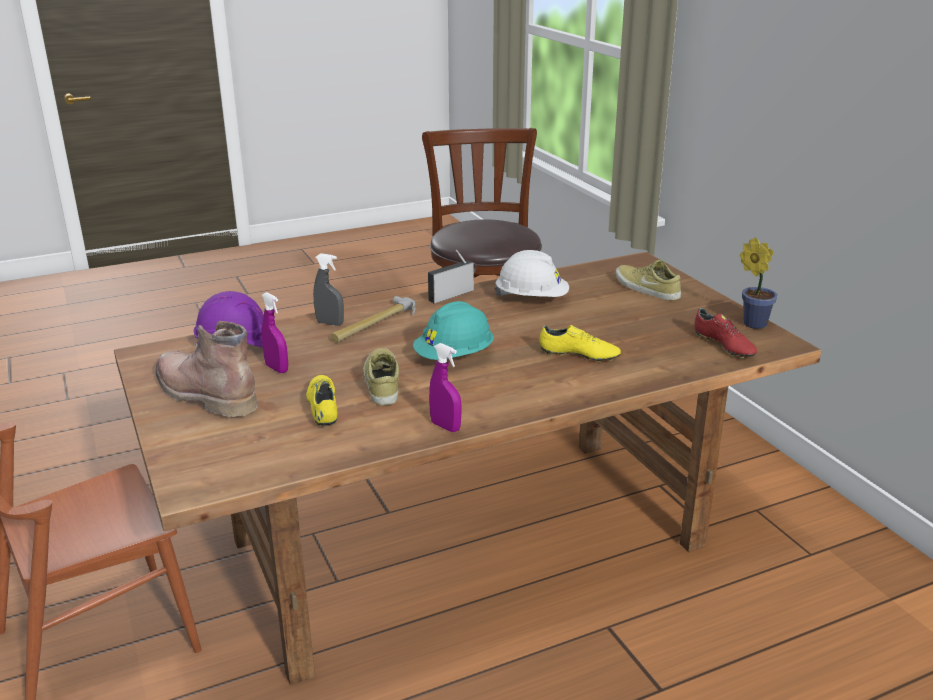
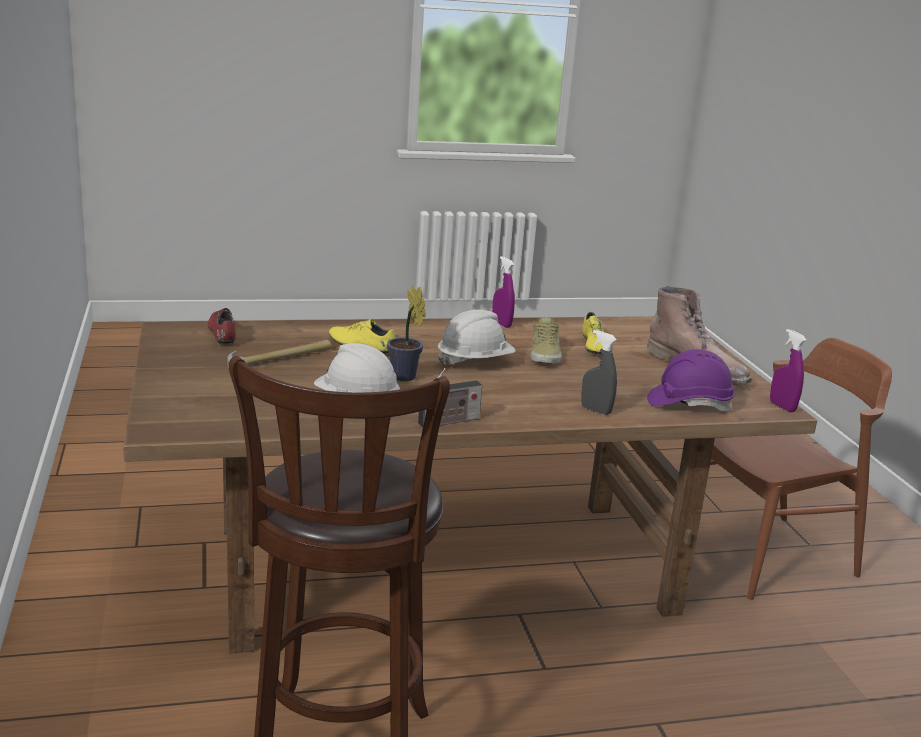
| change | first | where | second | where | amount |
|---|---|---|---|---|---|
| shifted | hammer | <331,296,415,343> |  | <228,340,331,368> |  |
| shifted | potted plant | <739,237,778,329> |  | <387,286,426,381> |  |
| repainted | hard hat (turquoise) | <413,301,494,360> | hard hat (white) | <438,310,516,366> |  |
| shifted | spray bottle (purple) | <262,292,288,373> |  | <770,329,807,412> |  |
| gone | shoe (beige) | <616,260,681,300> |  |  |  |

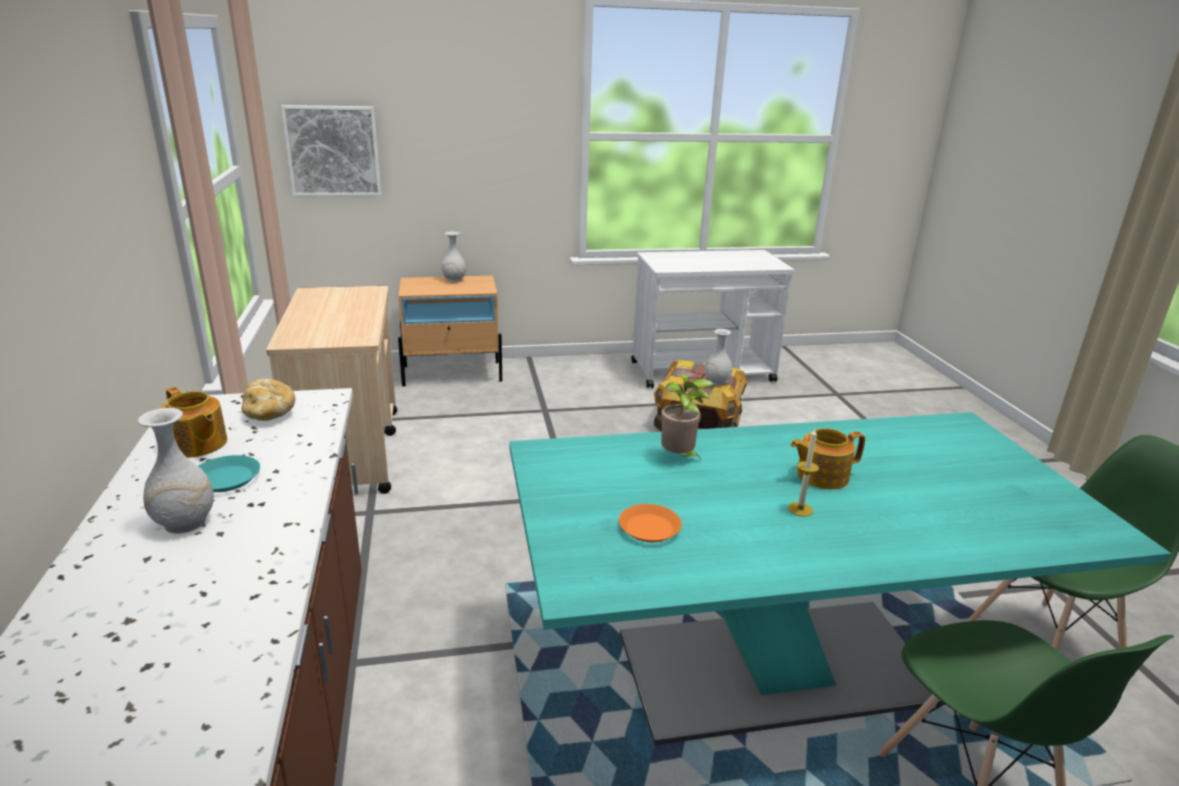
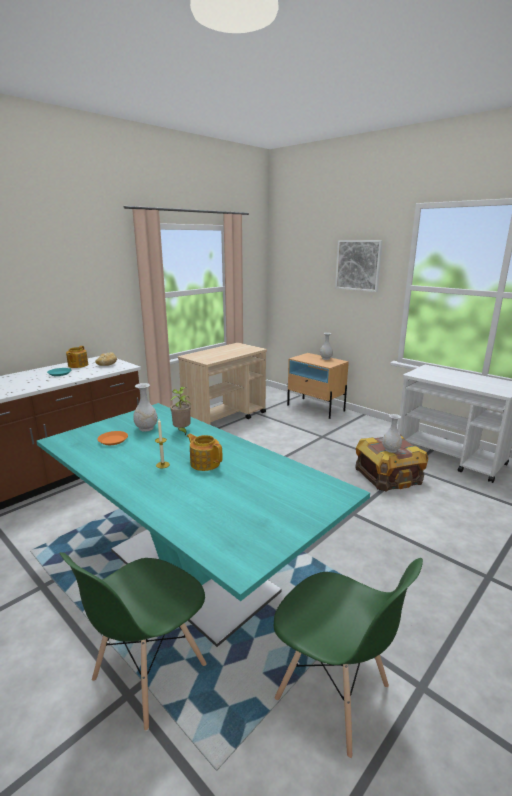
| change | first | where | second | where | amount |
|---|---|---|---|---|---|
| shifted | vase (white) | <138,408,214,534> |  | <133,383,158,432> |  |
| shifted | picture | <281,105,382,197> |  | <335,240,383,292> |  |

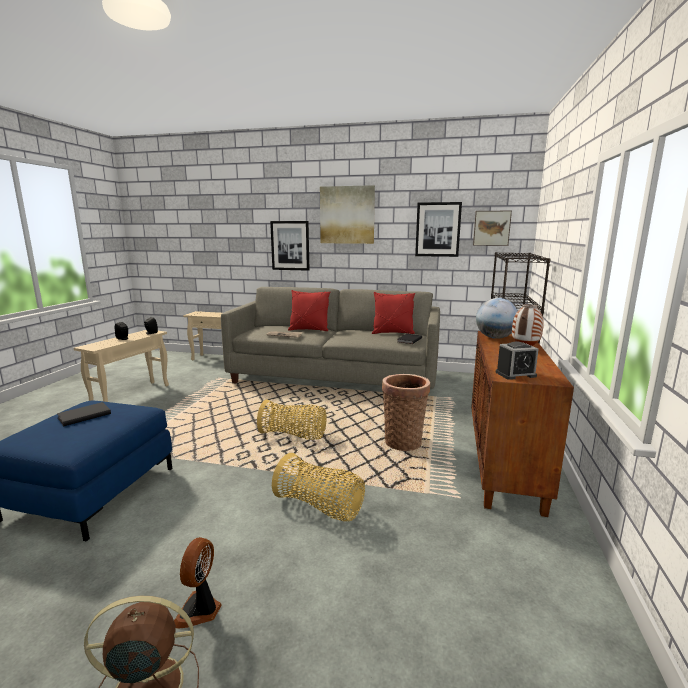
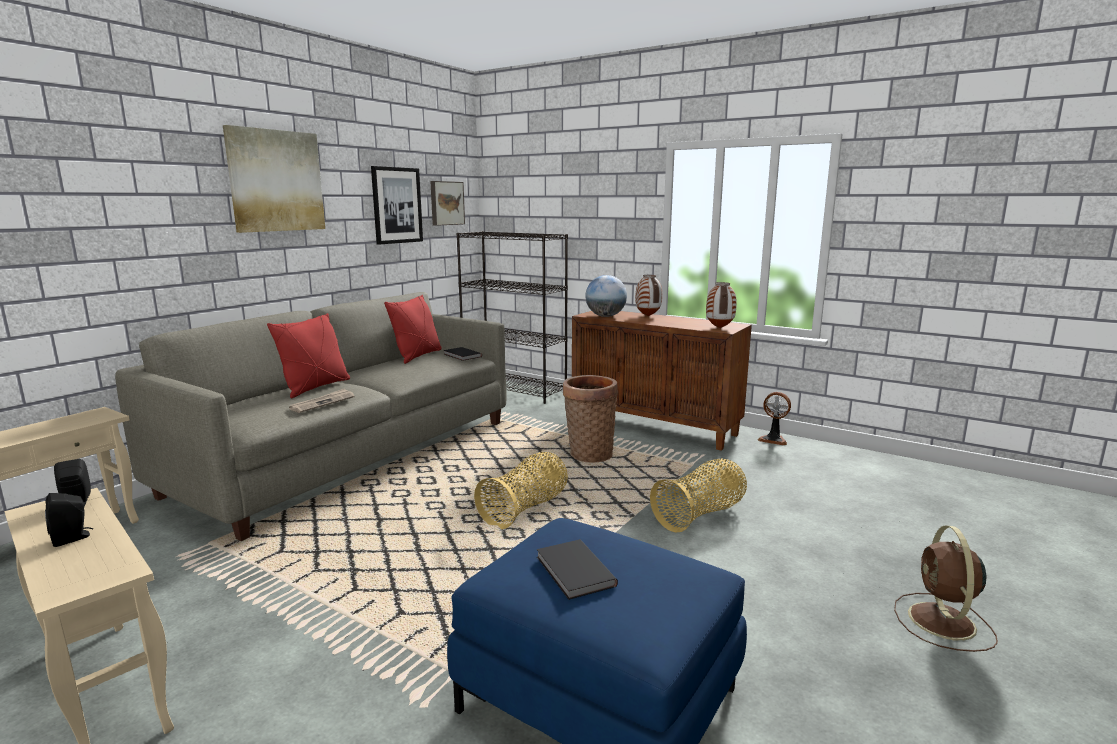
| change | first | where | second | where | amount |
|---|---|---|---|---|---|
| swapped | alarm clock | <496,342,538,380> | vase | <706,282,737,328> |  |
| shifted | fan | <174,537,222,629> |  | <758,392,791,445> |  |
| gone | picture | <270,221,310,271> |  |  |  |

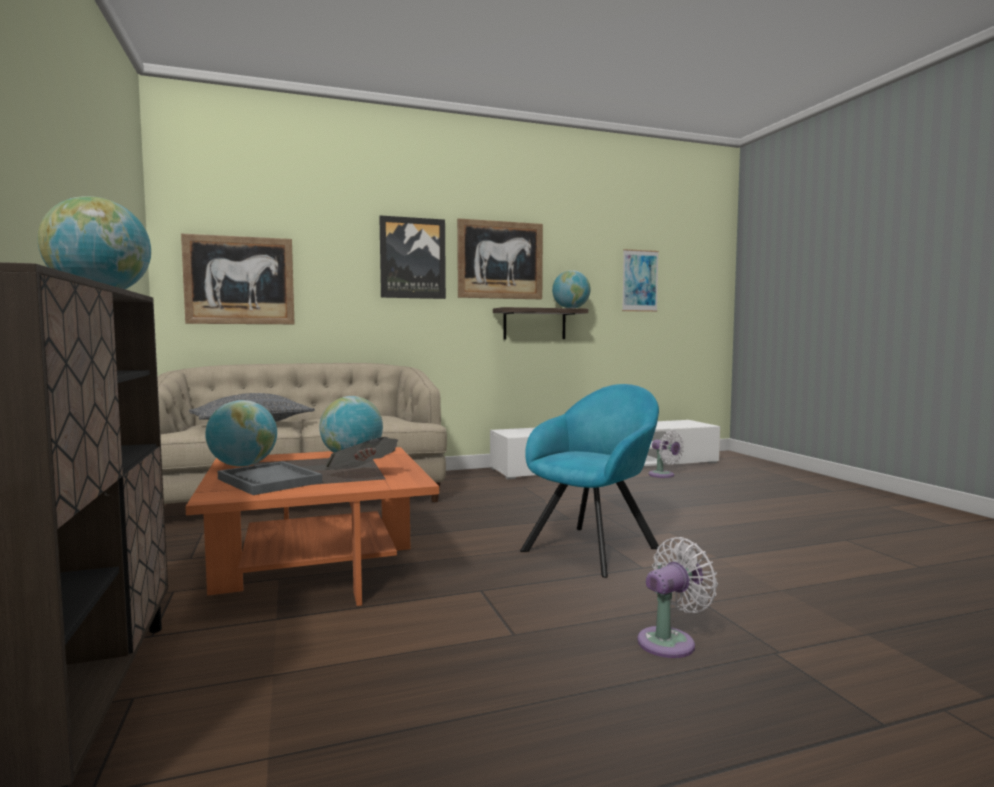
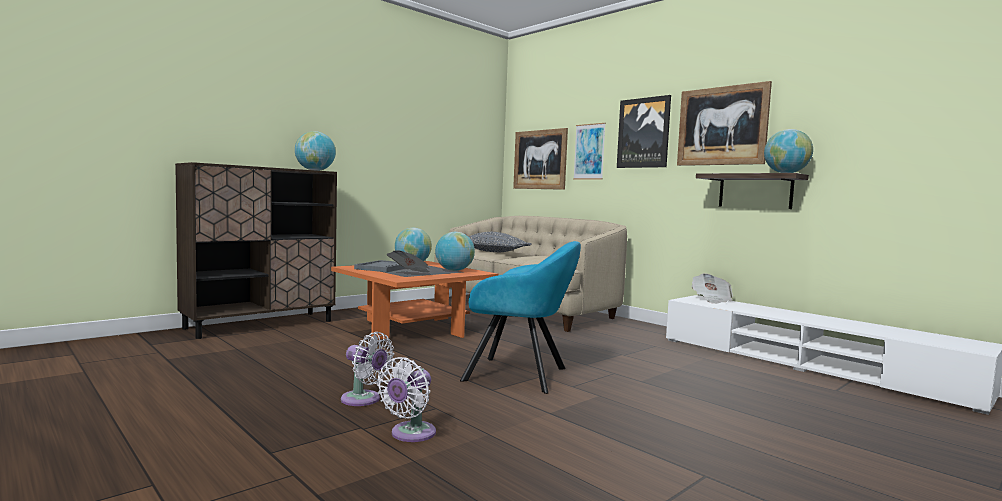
| change | first | where | second | where | amount |
|---|---|---|---|---|---|
| shifted | fan (white) | <649,430,684,478> |  | <377,357,436,442> |  |
| shifted | picture | <622,249,659,312> |  | <573,123,606,180> |  |
| new |  |  | newspaper | <691,273,733,304> |  |

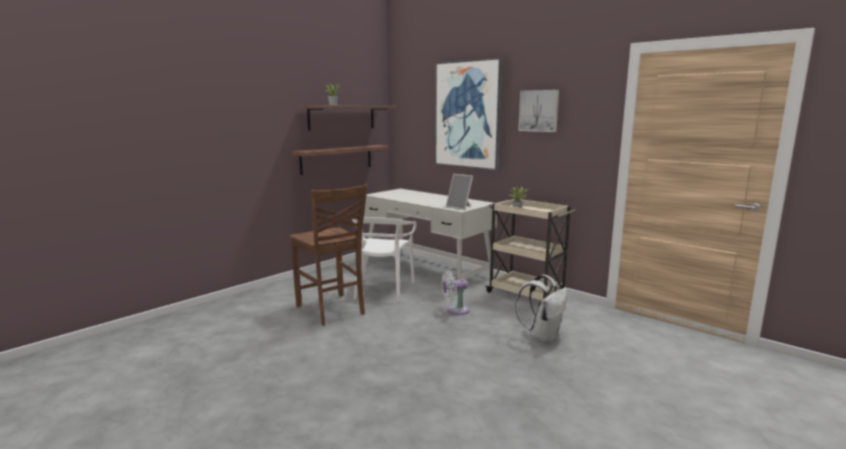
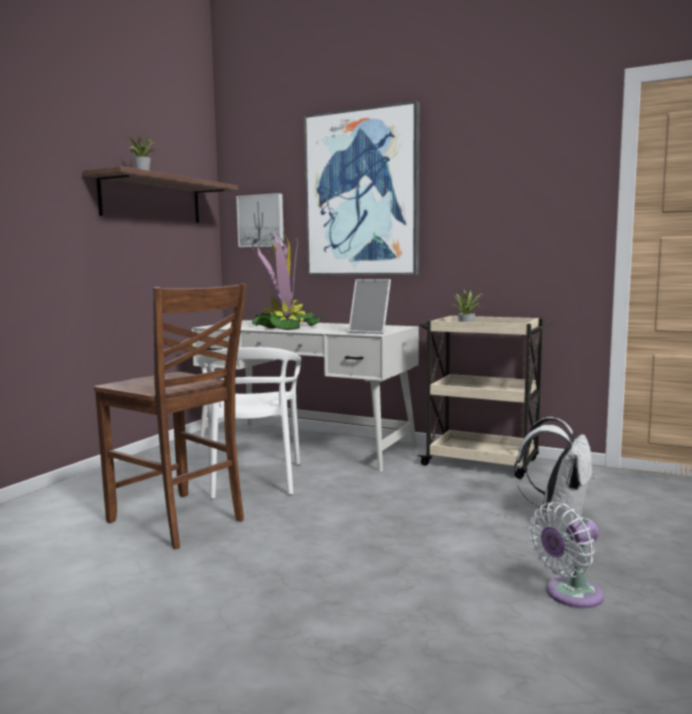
| change | first | where | second | where | amount |
|---|---|---|---|---|---|
| shifted | picture | <518,90,559,132> |  | <236,193,284,247> |  |
| new |  |  | potted plant | <252,233,323,330> |  |
| shifted | fan (white) | <441,271,470,315> |  | <529,502,604,608> |  |
| gone | shelf | <291,145,389,175> |  |  |  |

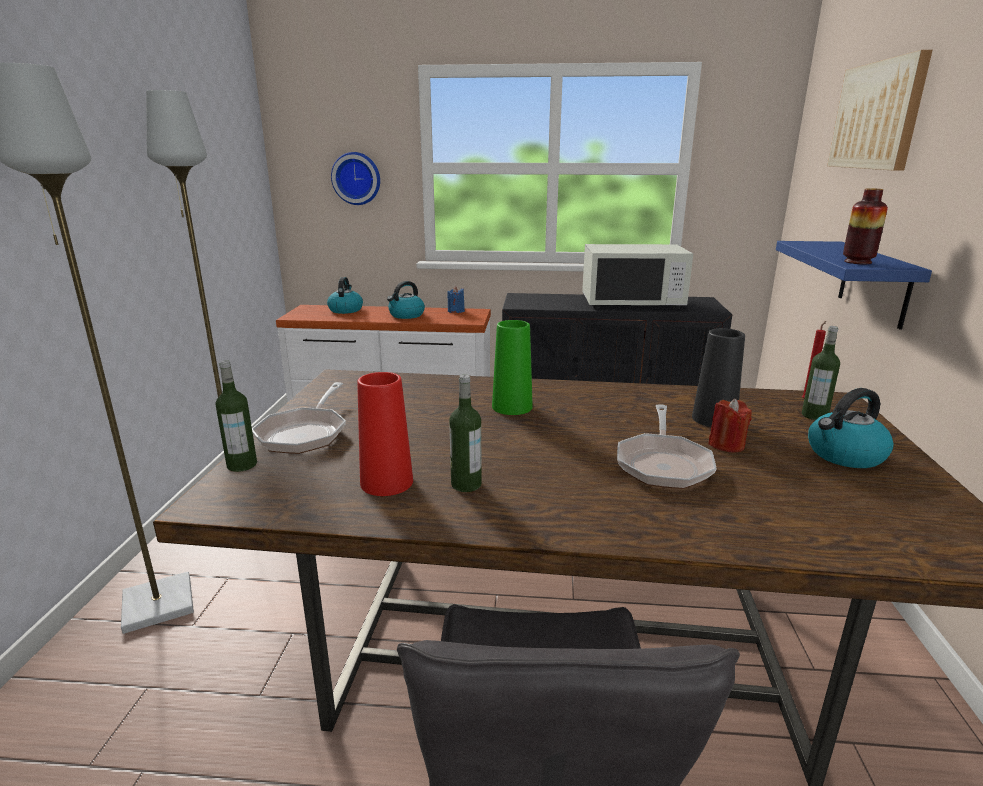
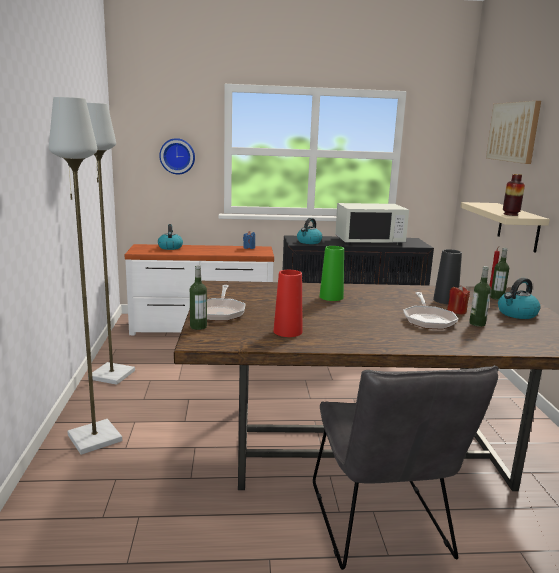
| change | first | where | second | where | amount |
|---|---|---|---|---|---|
| shifted | kettle | <387,281,425,319> |  | <297,218,322,244> |  |
| repainted | shelf (blue) | <776,241,932,329> | shelf (beige) | <460,202,550,252> |  |
| shifted | bottle | <449,375,482,492> |  | <469,266,491,327> |  |

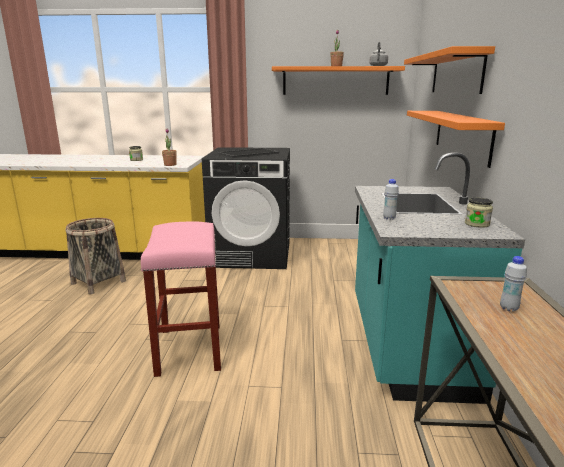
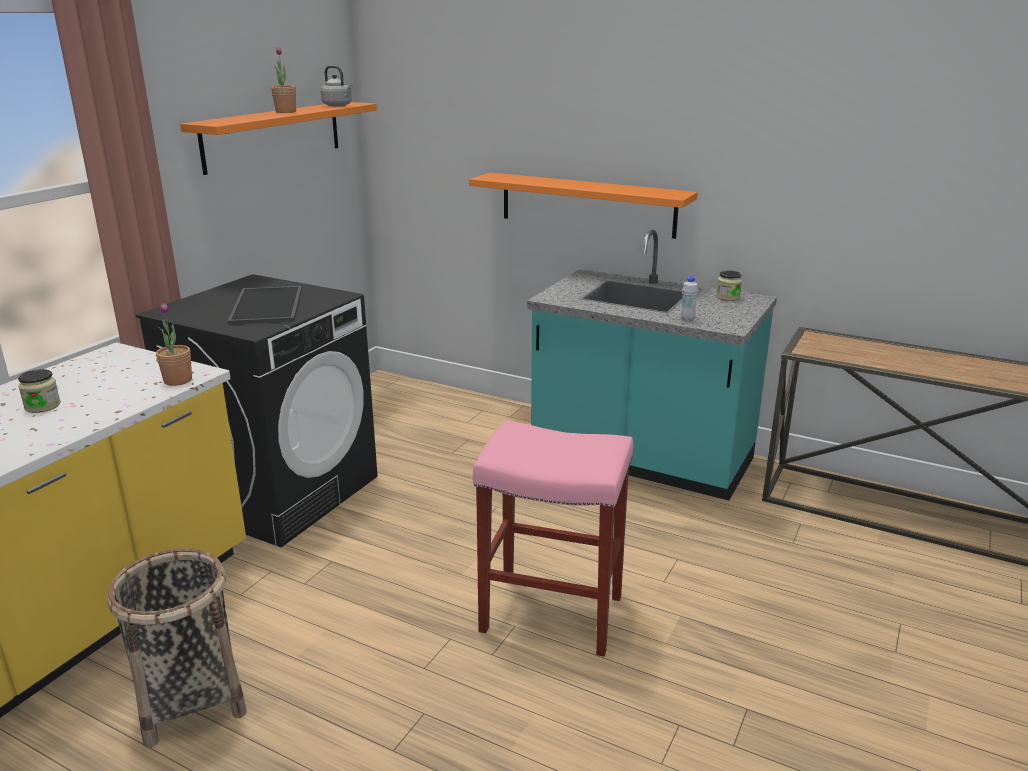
| change | first | where | second | where | amount |
|---|---|---|---|---|---|
| gone | shelf (orange) | <404,46,495,94> |  |  |  |
| gone | bottle (white) | <500,256,527,312> |  |  |  |

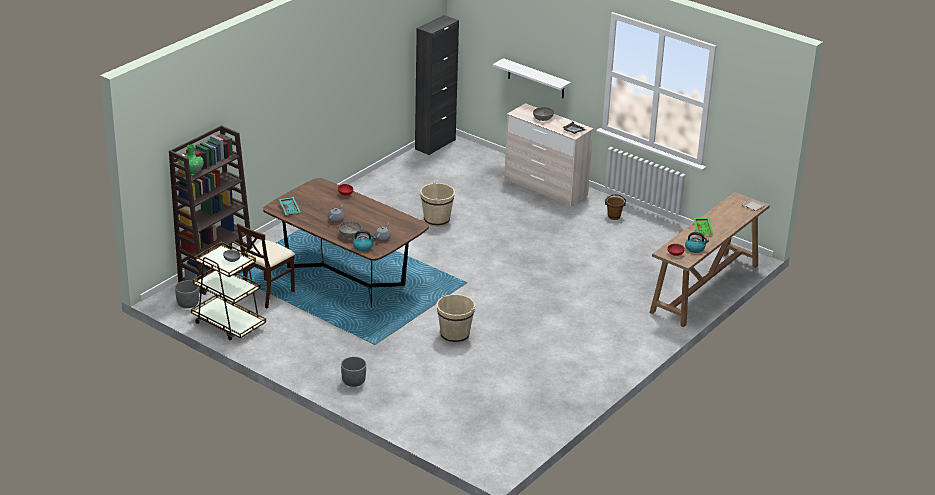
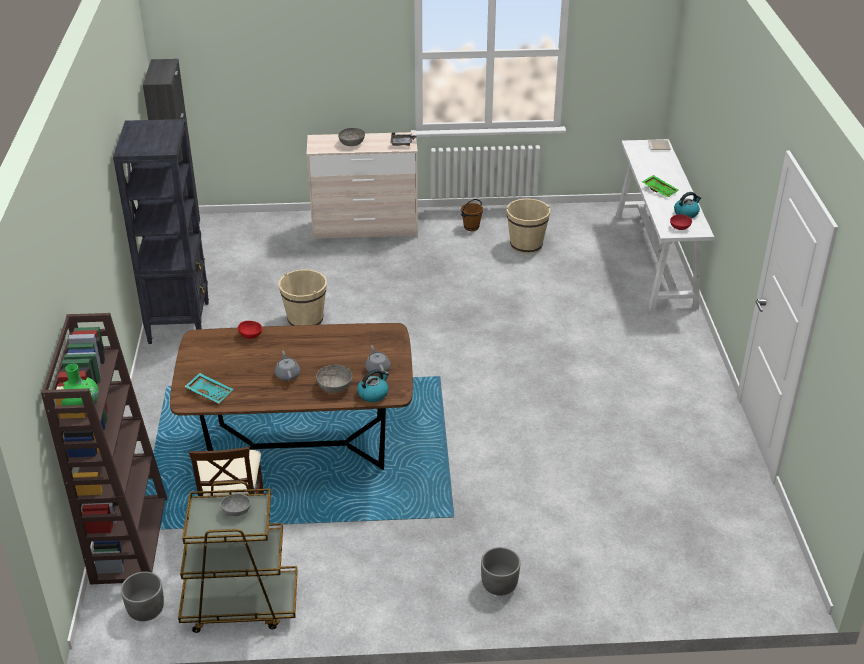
| change | first | where | second | where | amount |
|---|---|---|---|---|---|
| new |  |  | bookcase (black) | <113,119,209,344> |  |
| shifted | bucket (beige) | <437,294,475,343> |  | <506,198,550,254> |  |
| repainted | console table (brown) | <650,192,770,327> | console table (white) | <616,139,714,311> |  |
| gone | shelf (white) | <493,58,571,98> |  |  |  |

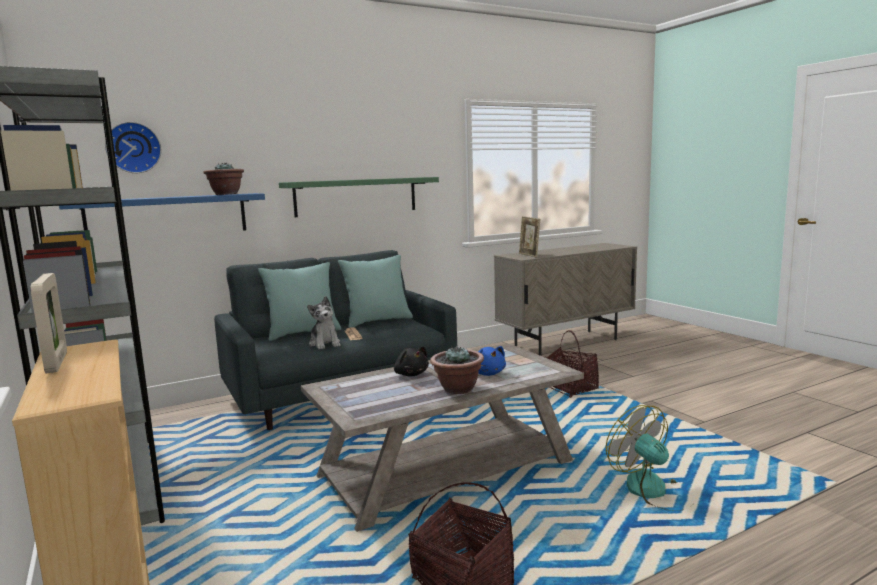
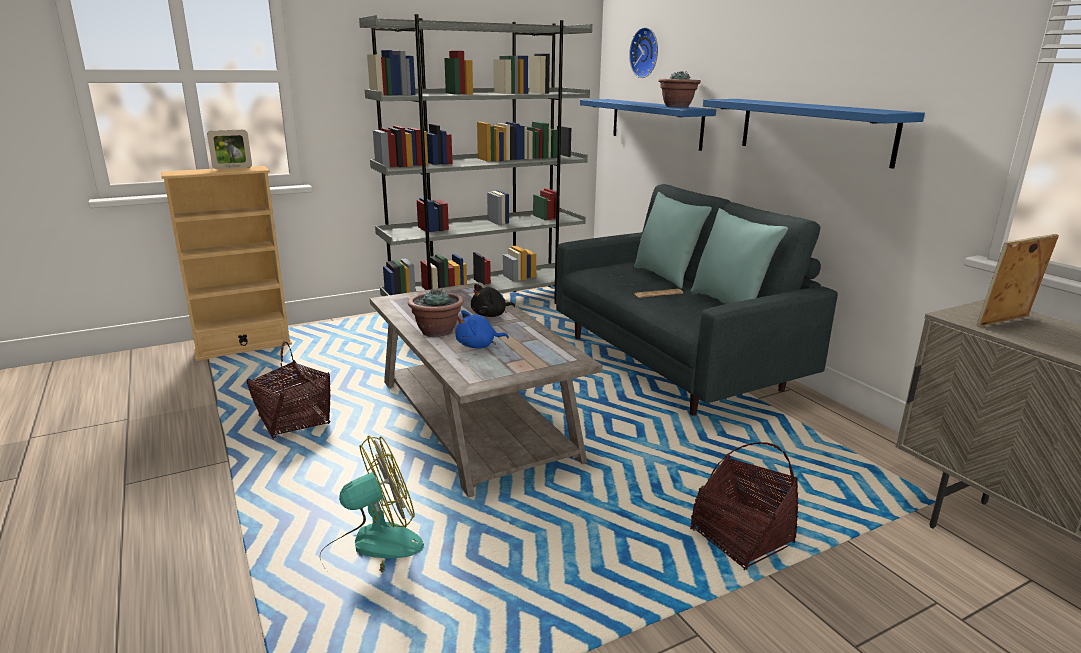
| change | first | where | second | where | amount |
|---|---|---|---|---|---|
| repainted | shelf (green) | <279,177,439,217> | shelf (blue) | <703,99,925,169> |  |
| gone | plush toy | <307,296,340,349> |  |  |  |

